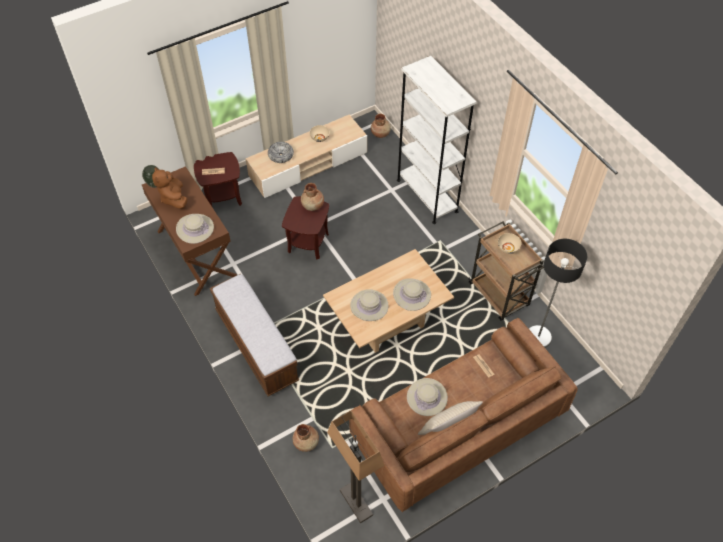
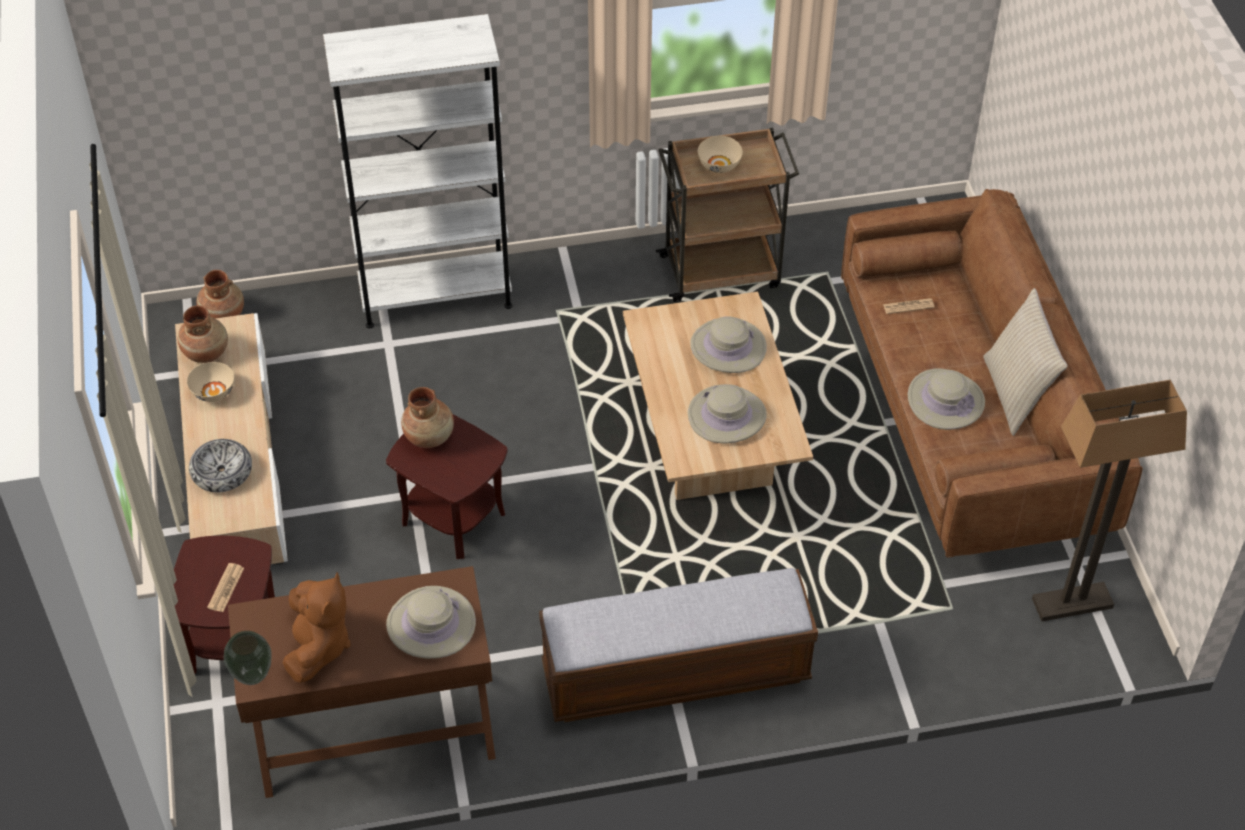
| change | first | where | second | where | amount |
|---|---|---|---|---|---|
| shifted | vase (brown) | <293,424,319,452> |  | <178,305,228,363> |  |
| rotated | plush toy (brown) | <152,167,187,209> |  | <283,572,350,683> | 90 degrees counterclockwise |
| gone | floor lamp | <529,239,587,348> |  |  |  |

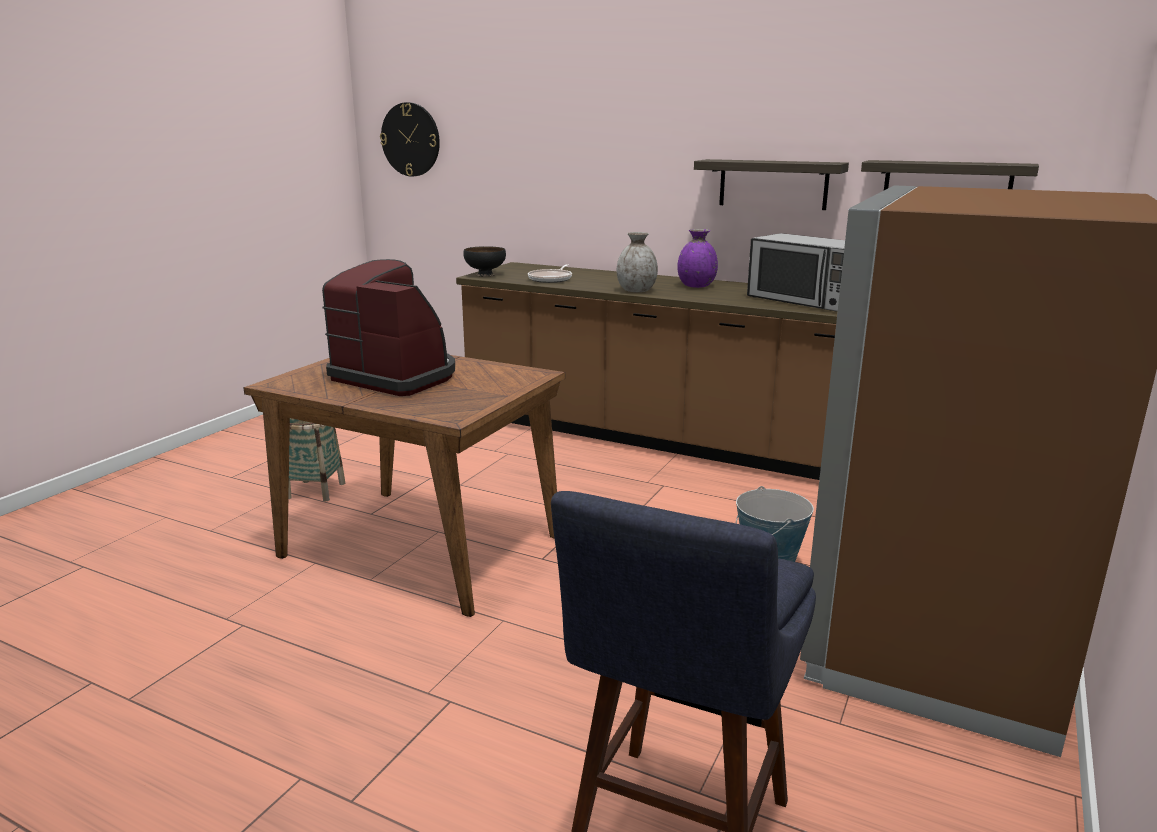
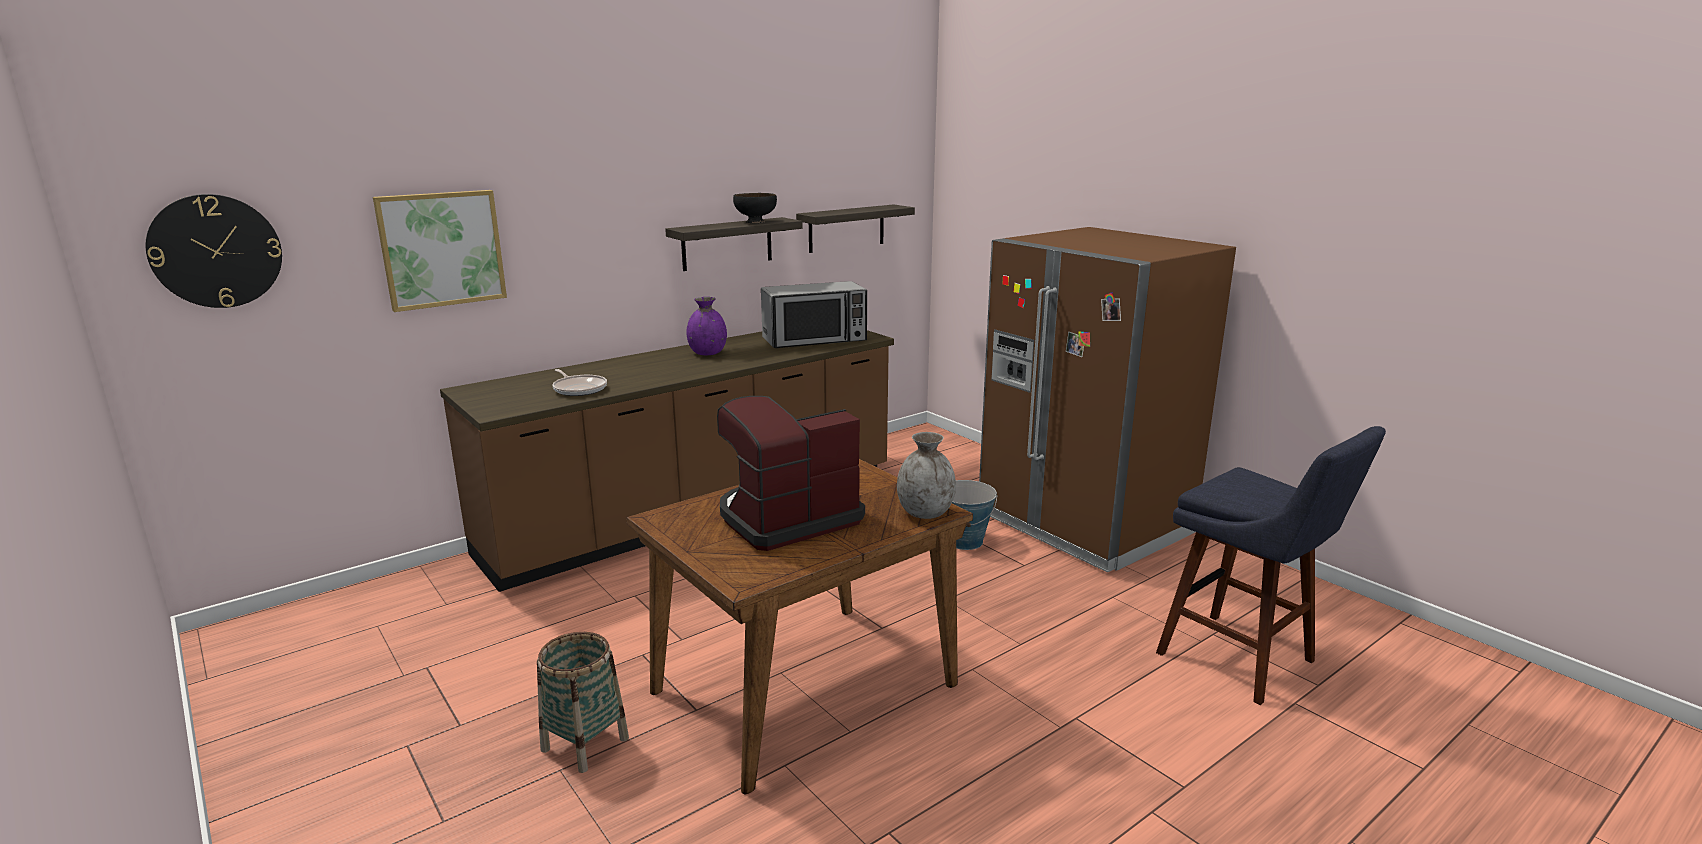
| change | first | where | second | where | amount |
|---|---|---|---|---|---|
| new |  |  | picture | <373,190,507,312> |  |
| shifted | bowl (black) | <463,246,506,277> |  | <733,193,777,223> |  |
| shifted | vase (grey) | <617,232,658,292> |  | <897,432,956,519> |  |

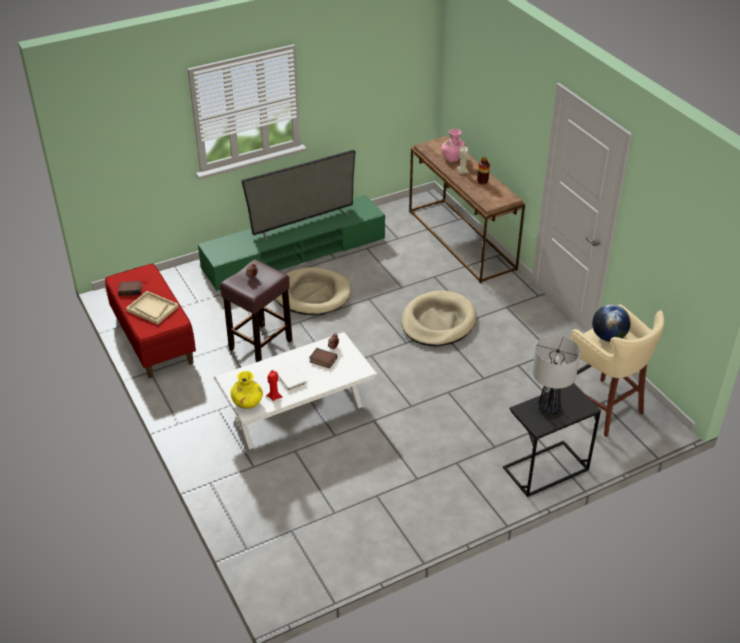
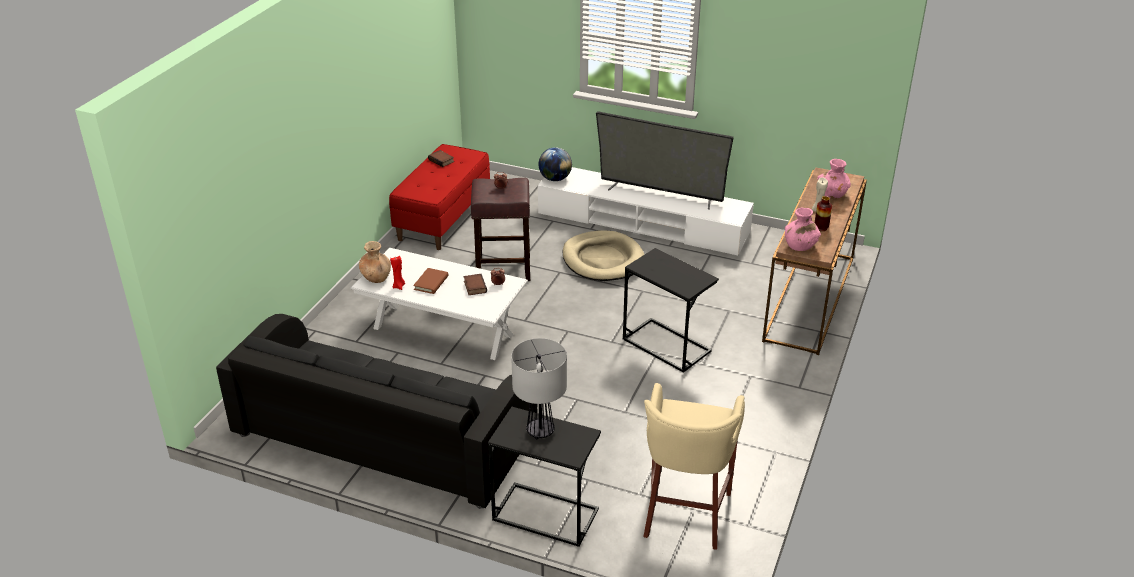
| change | first | where | second | where | amount |
|---|---|---|---|---|---|
| new |  |  | sofa (black) | <216,314,537,509> |  |
| repainted | vase (yellow) | <230,371,263,409> | vase (brown) | <359,241,391,283> |  |
| repainted | book (white) | <275,363,307,392> | book (brown) | <413,268,449,294> |  |
| shifted | globe | <592,304,631,342> |  | <538,147,572,181> |  |
| repainted | tv stand (green) | <198,195,385,291> | tv stand (white) | <538,167,754,256> |  |
| swapped | dog bed (beige) | <401,290,476,346> | side table (black) | <623,248,719,373> |  |
| new |  |  | vase (pink) | <785,208,821,251> |  |
| gone | tray (beige) | <126,291,179,324> |  |  |  |

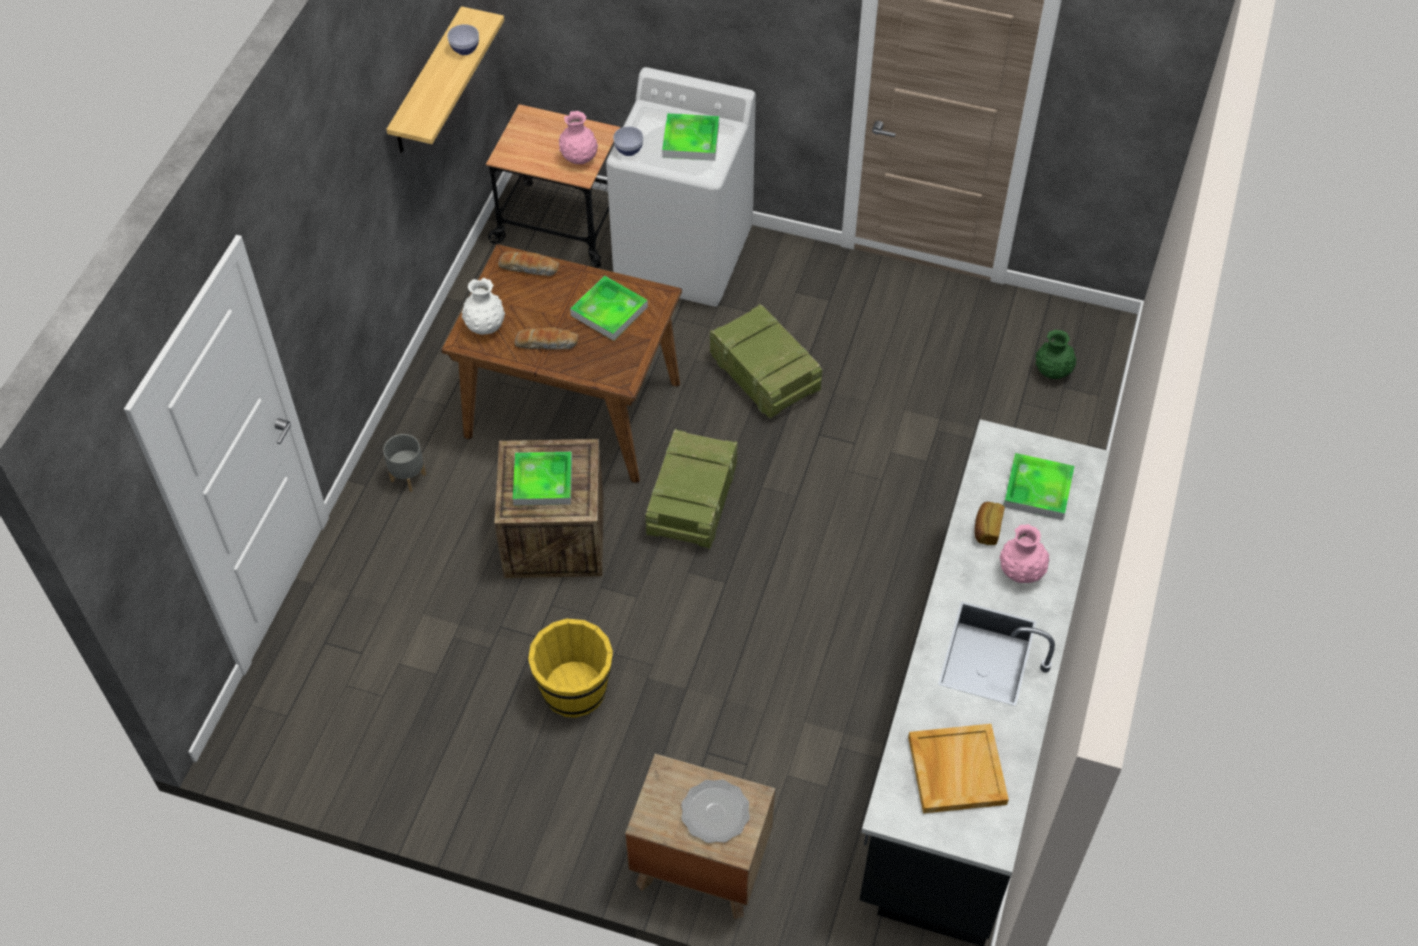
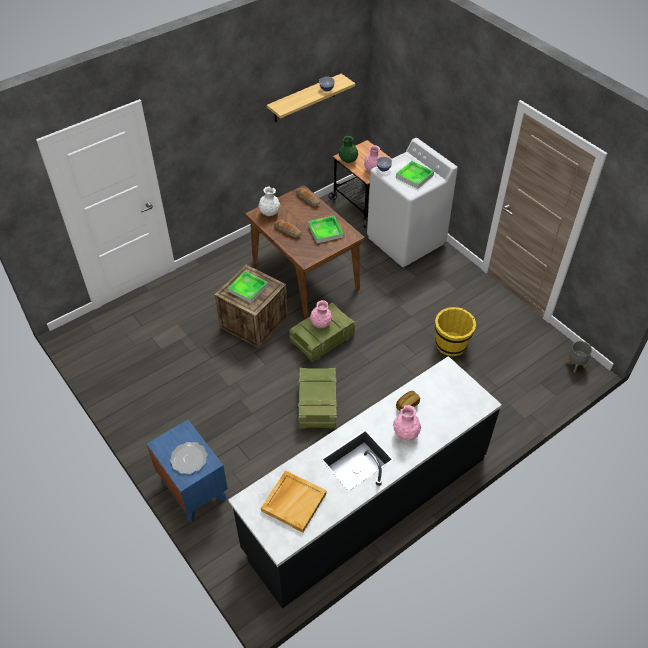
| change | first | where | second | where | amount |
|---|---|---|---|---|---|
| repainted | nightstand (brown) | <625,754,775,919> | nightstand (blue) | <146,420,228,523> |  |
| shifted | crate | <710,304,822,418> |  | <298,367,337,429> |  |
| new |  |  | vase (pink) | <310,300,332,328> |  |
| shifted | vase (green) | <1035,330,1076,379> |  | <339,136,358,163> |  |
| shifted | bucket (yellow) | <528,618,613,718> |  | <435,307,476,356> |  |
| shifted | planter (grey) | <383,434,426,492> |  | <566,341,592,372> |  |
| gone | tray | <1003,453,1074,520> |  |  |  |

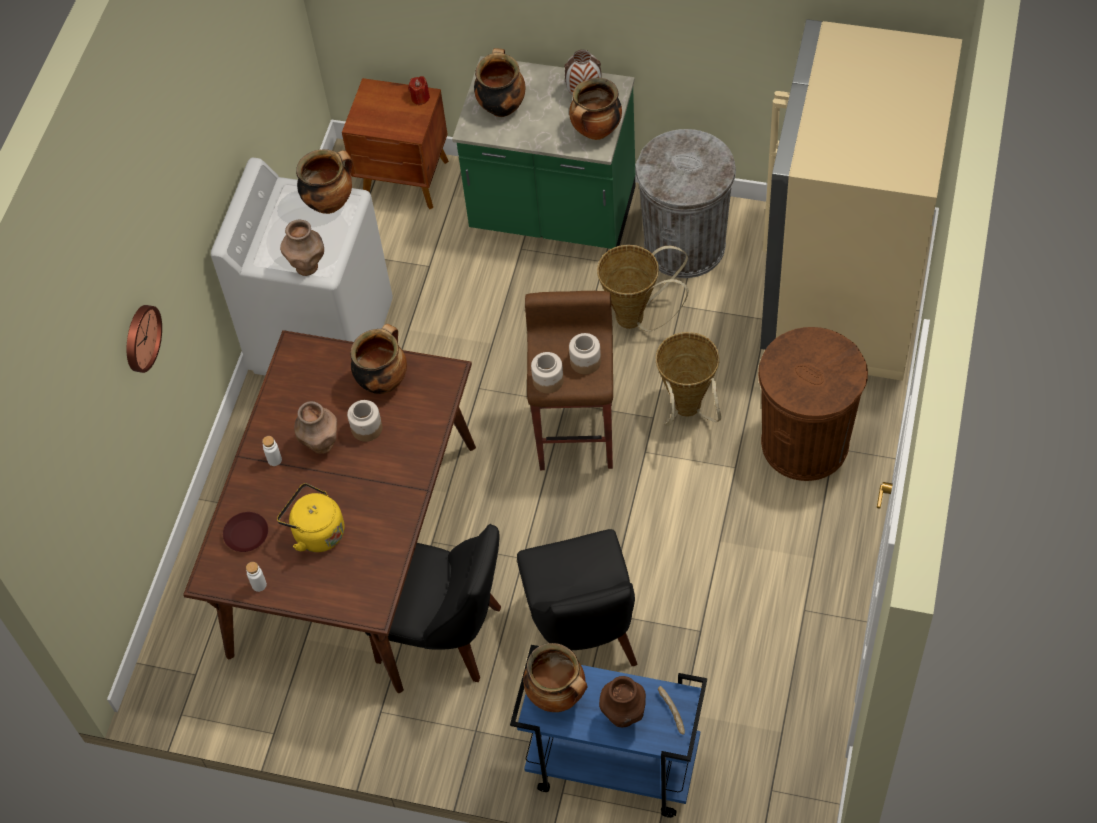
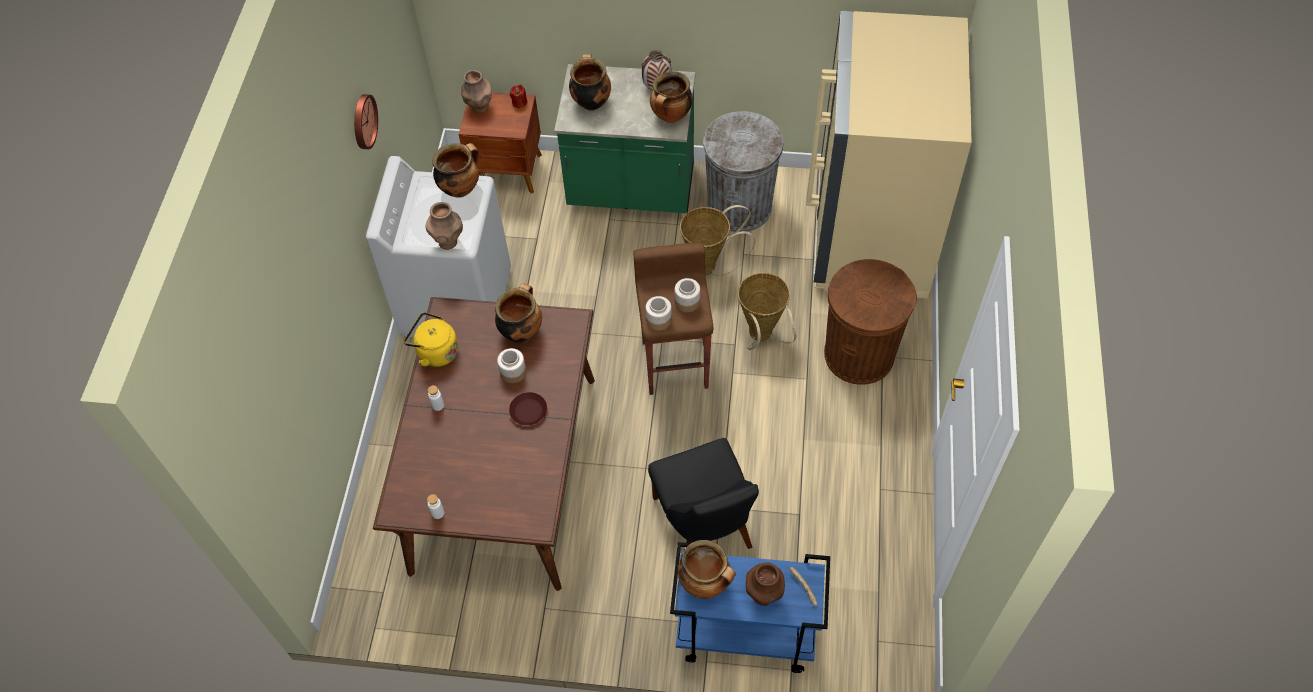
| change | first | where | second | where | amount |
|---|---|---|---|---|---|
| shifted | wall clock | <127,305,162,373> |  | <354,94,378,149> |  |
| shifted | kettle (yellow) | <277,483,344,552> |  | <404,312,458,367> |  |
| shifted | vase (brown) | <294,401,337,454> |  | <461,70,492,113> |  |
| shifted | plate (brown) | <223,512,268,552> |  | <509,392,547,425> |  |
| gone | chair (black) | <365,524,501,682> |  |  |  |

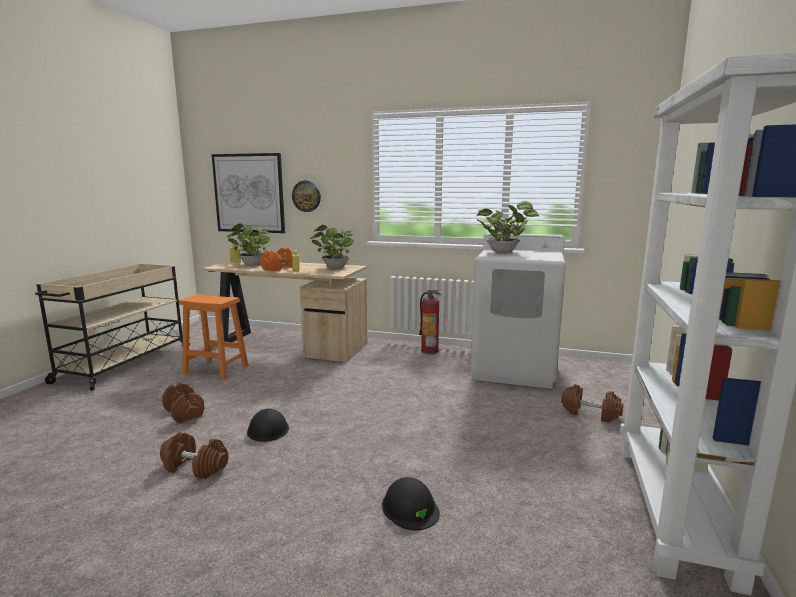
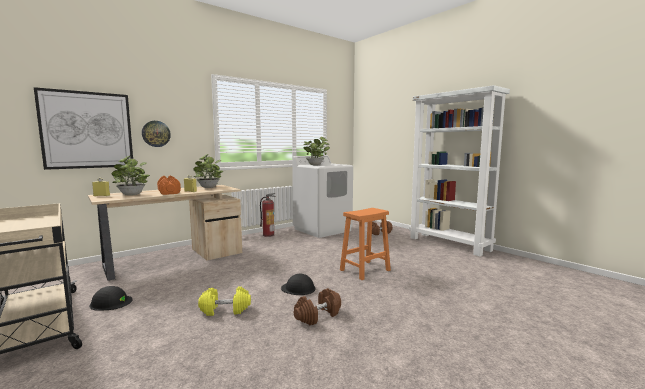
| change | first | where | second | where | amount |
|---|---|---|---|---|---|
| shifted | hard hat (black) | <382,477,440,530> |  | <89,286,133,311> |  |
| repainted | dumbbell (brown) | <162,383,204,423> | dumbbell (yellow) | <198,286,251,316> |  |
| shifted | stool (orange) | <179,294,248,380> |  | <340,208,391,280> |  |

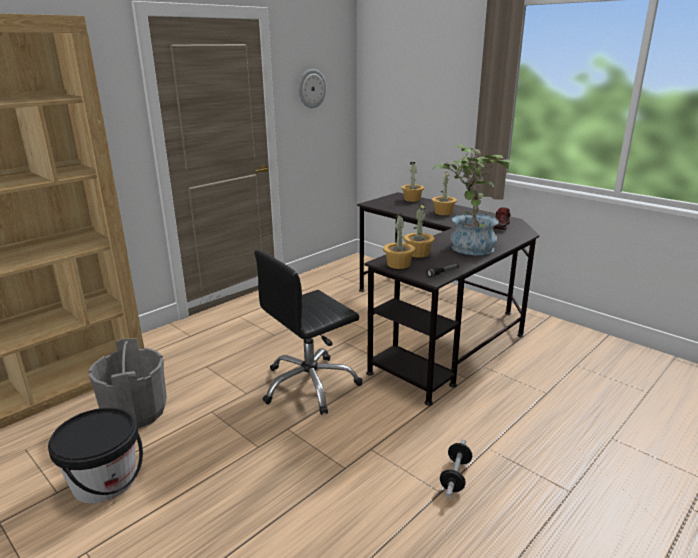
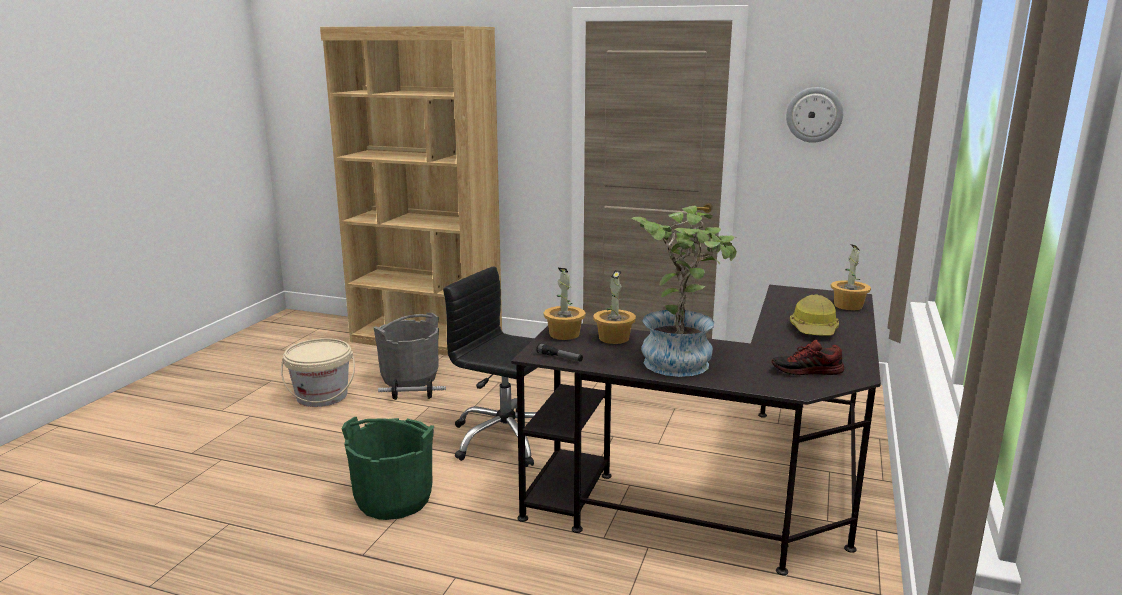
| change | first | where | second | where | amount |
|---|---|---|---|---|---|
| repainted | bucket (black) | <48,408,143,503> | bucket (beige) | <281,338,355,407> |  |
| new |  |  | bucket (green) | <342,417,434,520> |  |
| shifted | dumbbell | <440,439,472,498> |  | <378,378,446,400> |  |
| swapped | potted plant | <432,171,457,215> | hard hat | <790,294,839,336> |  |

